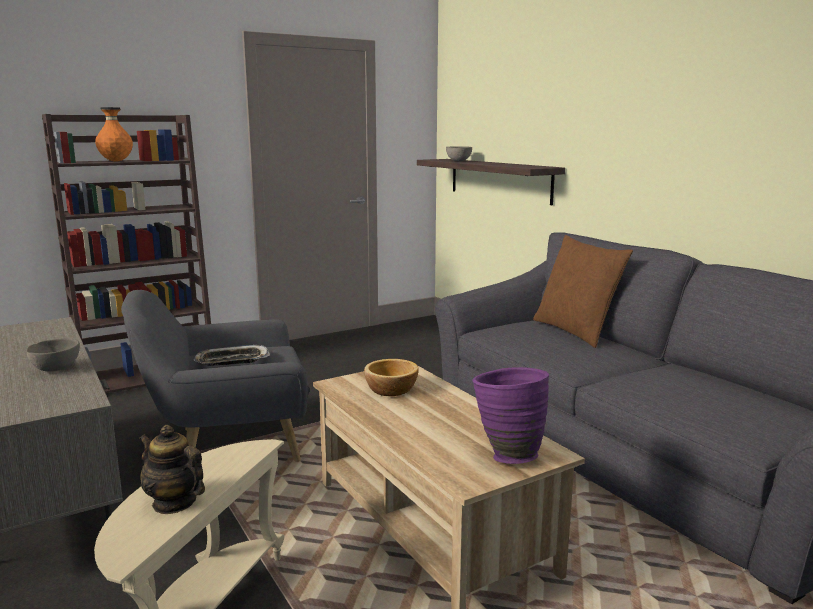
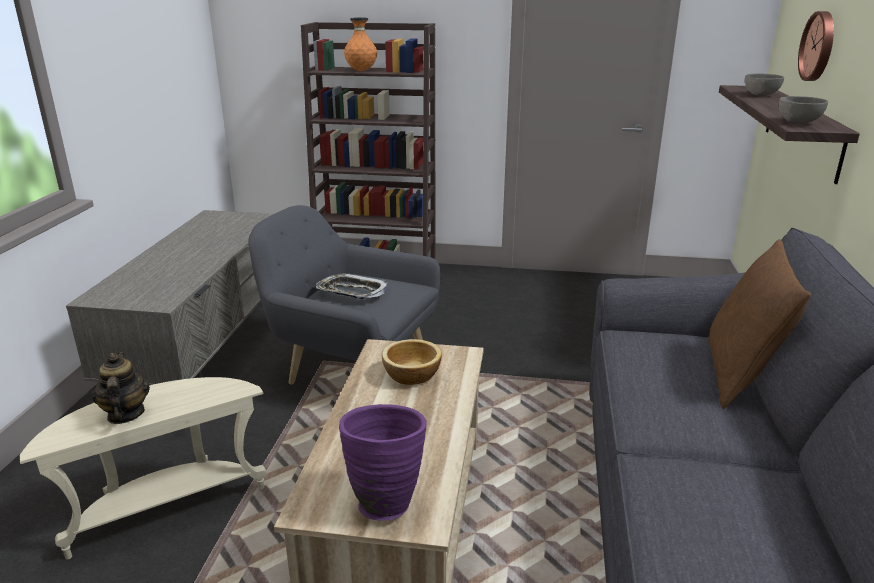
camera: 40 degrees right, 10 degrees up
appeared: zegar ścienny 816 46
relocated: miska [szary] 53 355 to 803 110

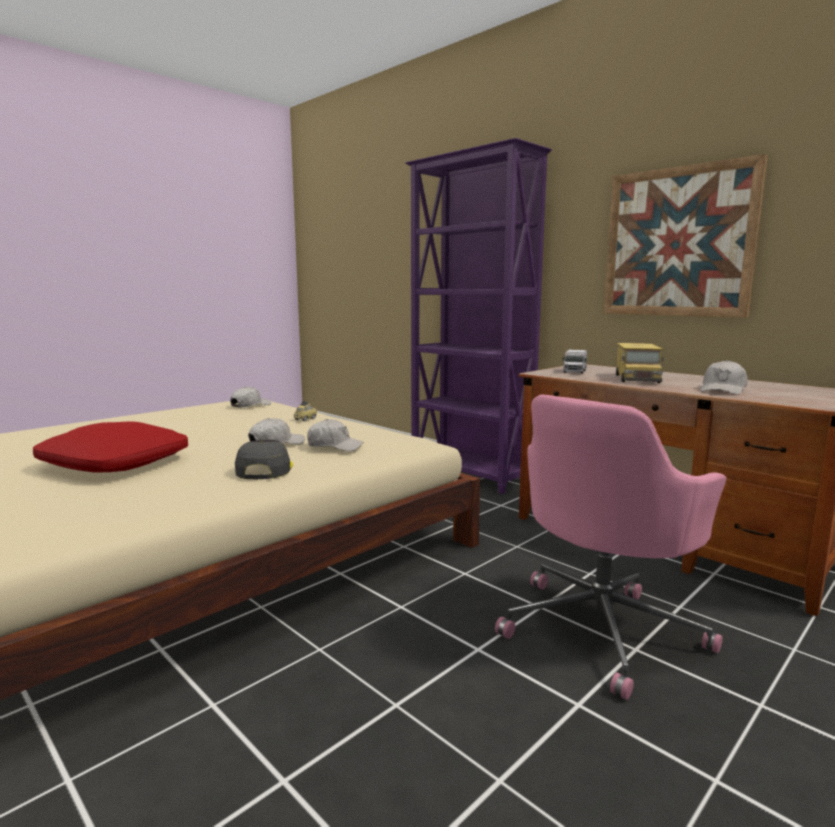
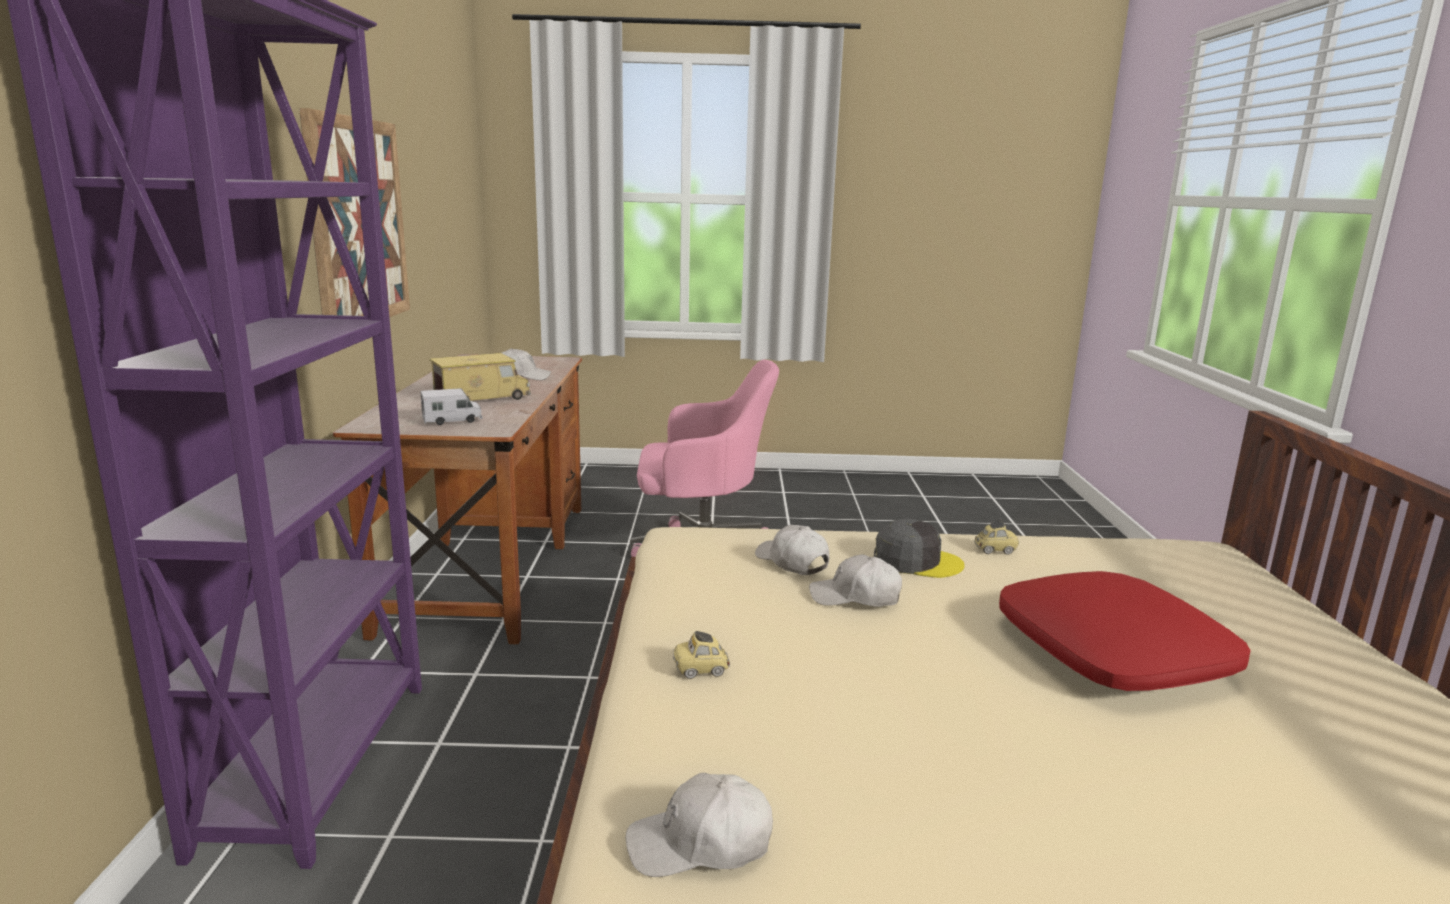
camera: 135 degrees left, 5 degrees up
appeared: samochodzik 996 537
spun: czapka z daszkiem [szary] 264 459 = 919 548 120 degrees counterclockwise

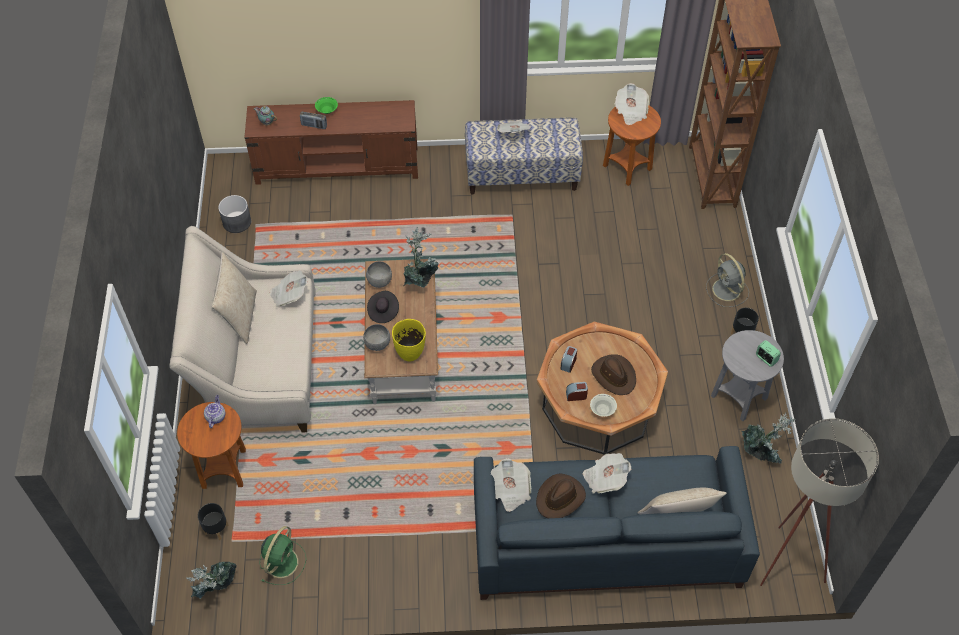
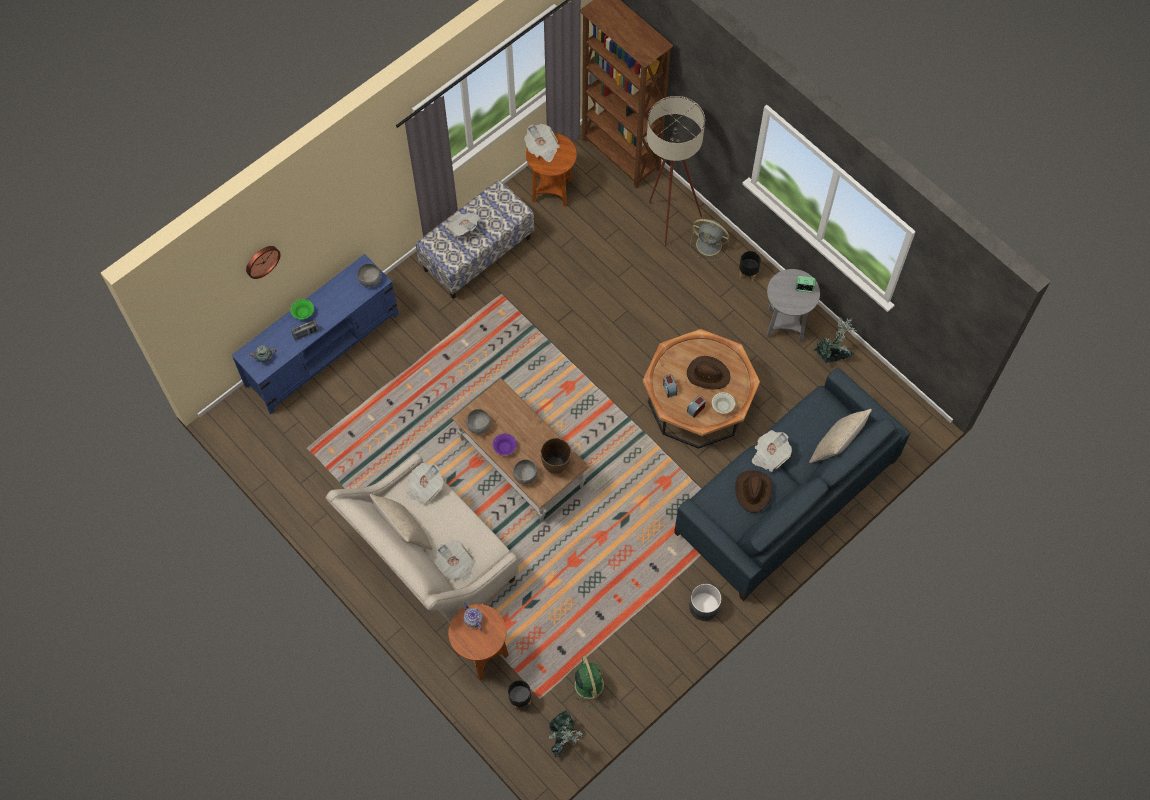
camera: 40 degrees left, 10 degrees up
missing: roślina doniczkowa 421 257
appeared: zegar ścienny 263 262; miska [szary] 369 275
relocated: gazeta 511 485 to 455 561; lampa stojąca [beżowy] 819 502 to 676 171; donica [szary] 234 214 to 705 602
exchanged: kapelusz [czarny] 383 307 to miska [fioletowy] 505 444
colour: szafka pod telewizor [brązowy] 331 142 to szafka pod telewizor [niebieski] 315 334; wazon [żółty] 409 340 to wazon [brązowy] 555 456

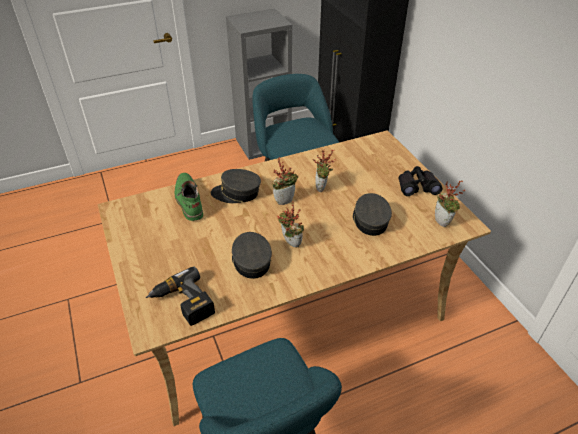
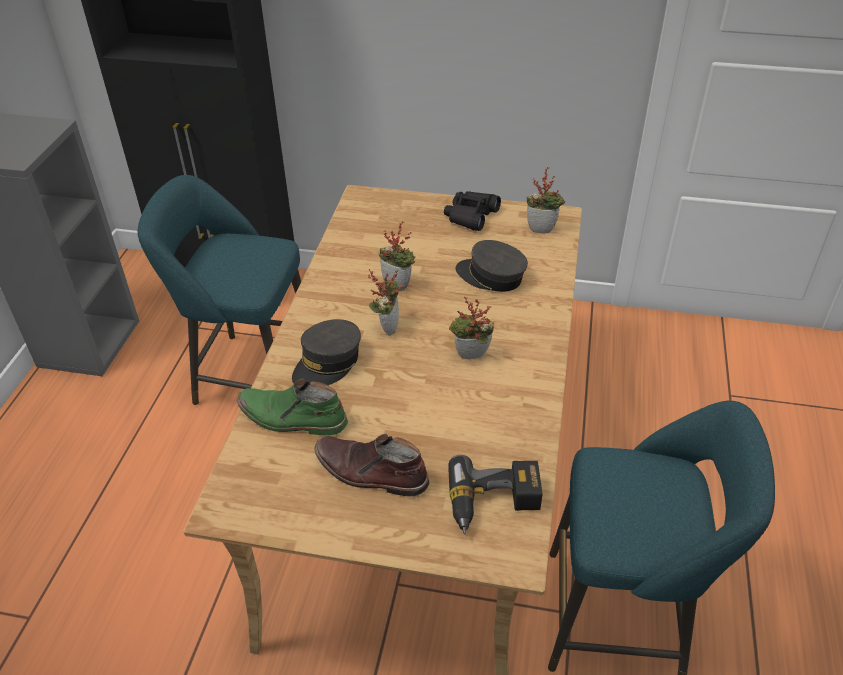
camera: 55 degrees left, 0 degrees up
missing: czapka z daszkiem [szary] 252 255
appeared: but z cholewką [brązowy] 372 465

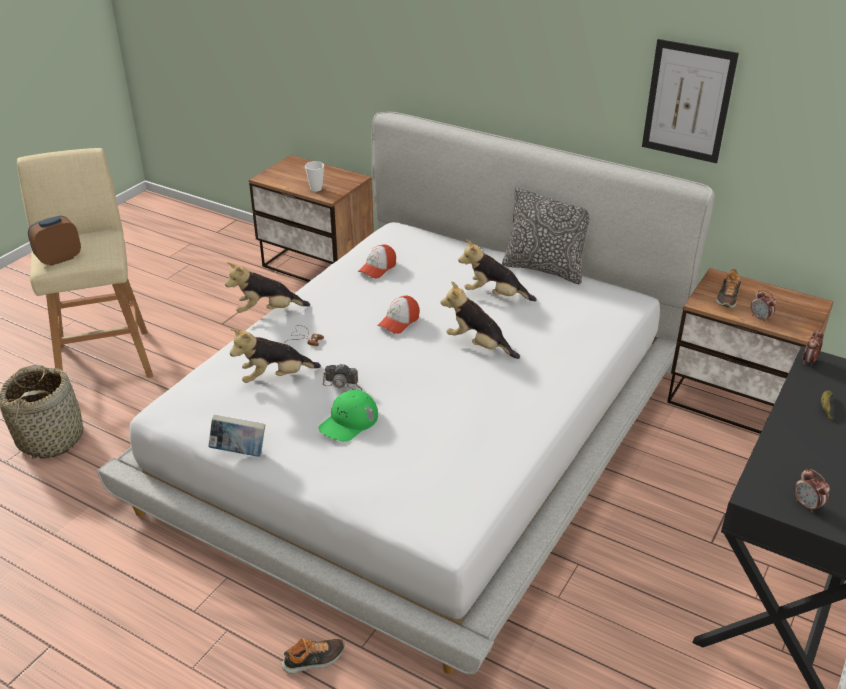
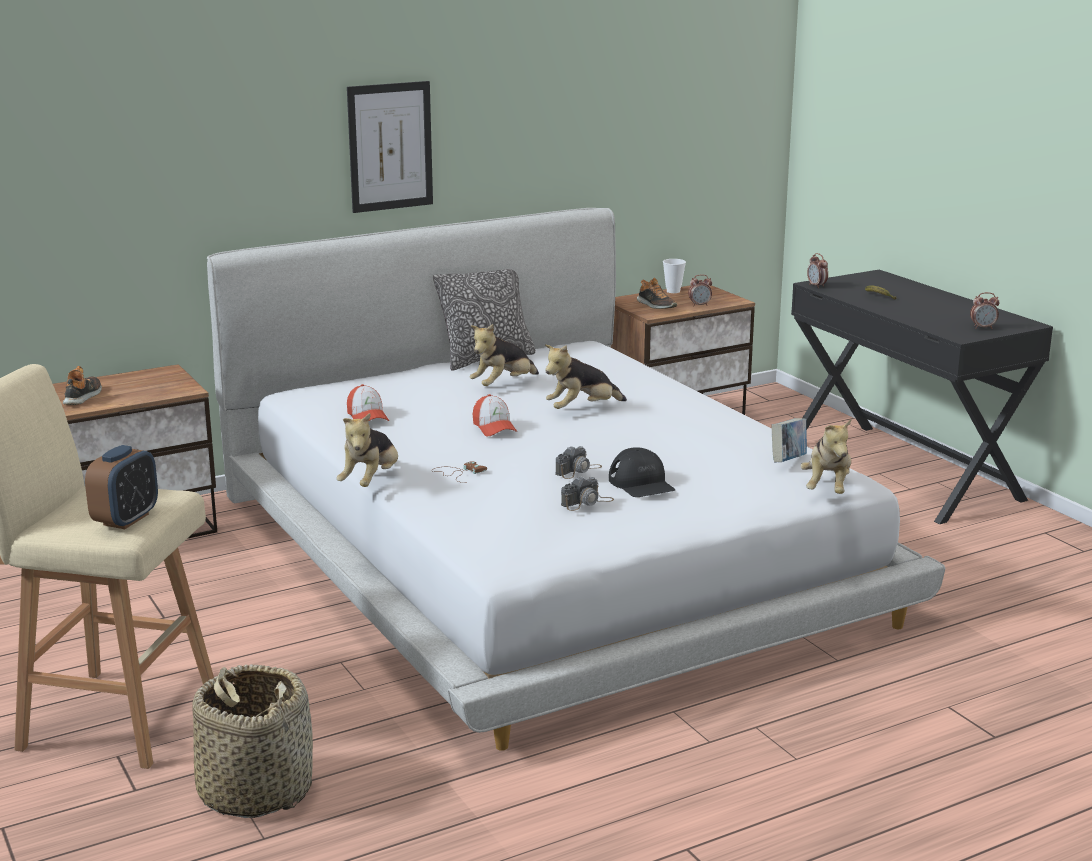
camera: 60 degrees left, 15 degrees down
appeared: aparat fotograficzny 587 493
relocated: but 313 656 to 82 385; obraz 690 101 to 390 147; filiżanka 314 176 to 674 276; książka 237 436 to 789 440; pluszak 275 356 to 826 456
colour: czapka z daszkiem [zielony] 348 416 to czapka z daszkiem [czarny] 642 472
spun: budzik 54 241 = 121 487 150 degrees counterclockwise

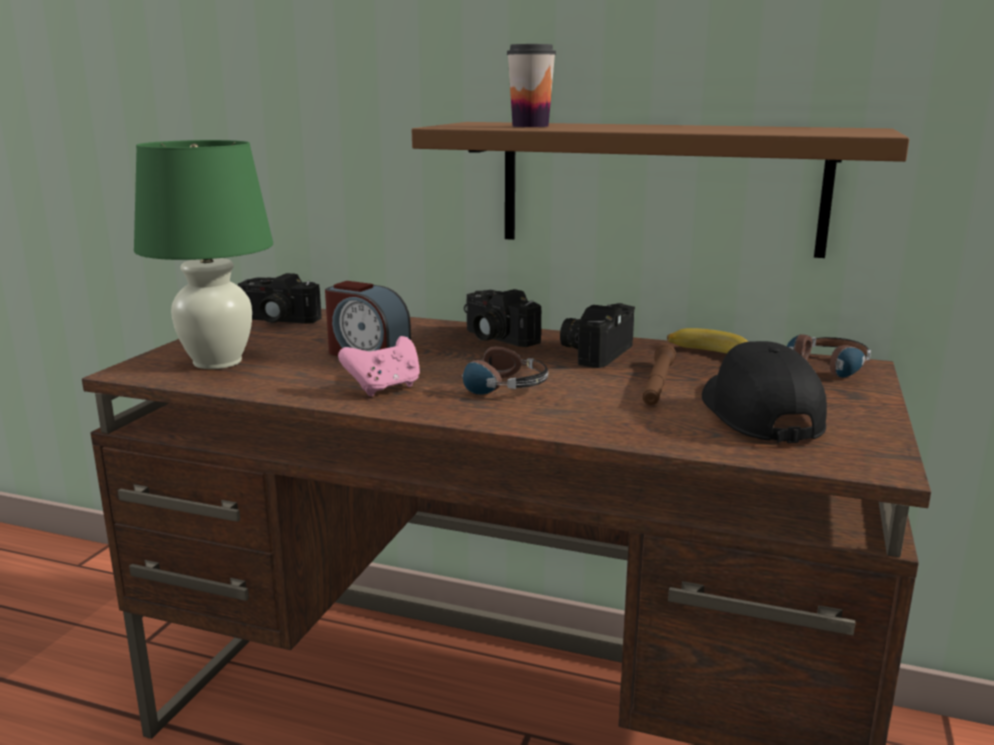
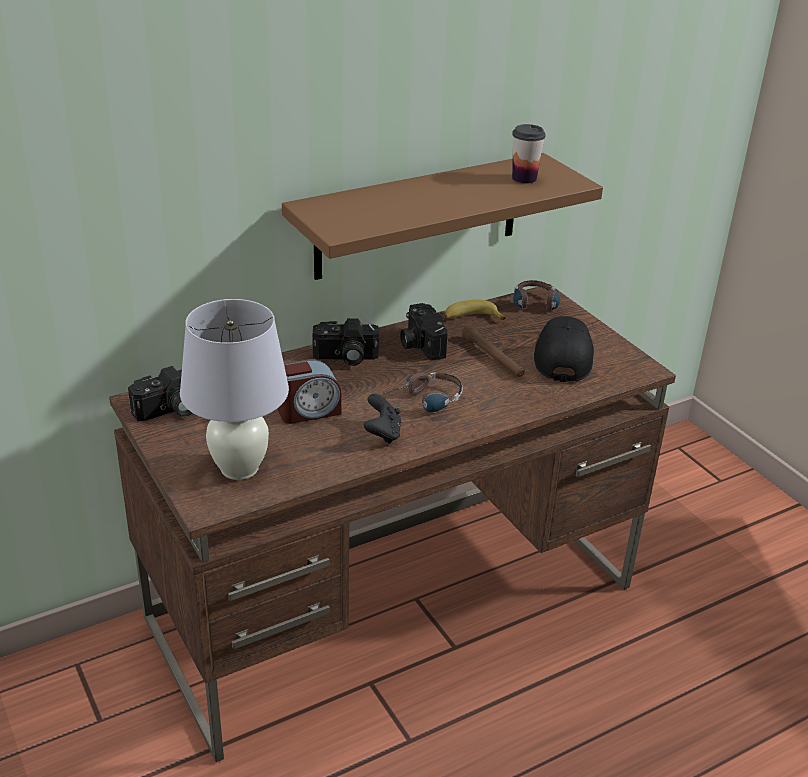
camera: 50 degrees left, 15 degrees up
relocated: filiżanka 531 85 to 529 154
colour: lampa stołowa [zielony] 203 254 to lampa stołowa [biały] 234 389; pad do gier [różowy] 379 366 to pad do gier [czarny] 382 419
spun: czapka z daszkiem [czarny] 764 392 = 564 349 60 degrees clockwise

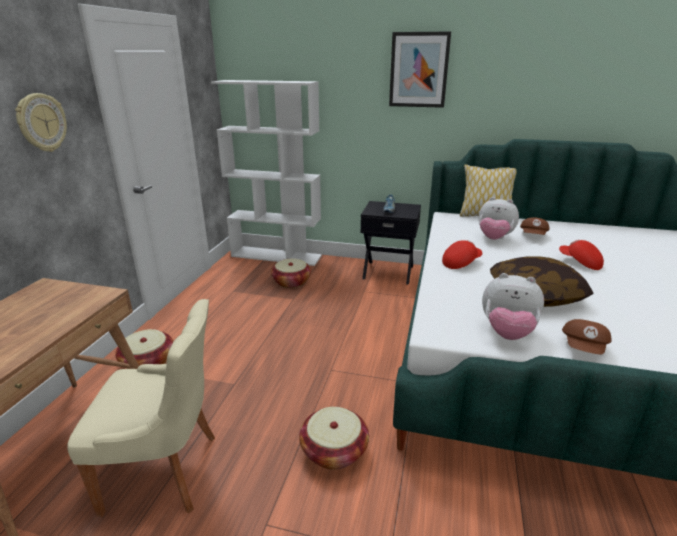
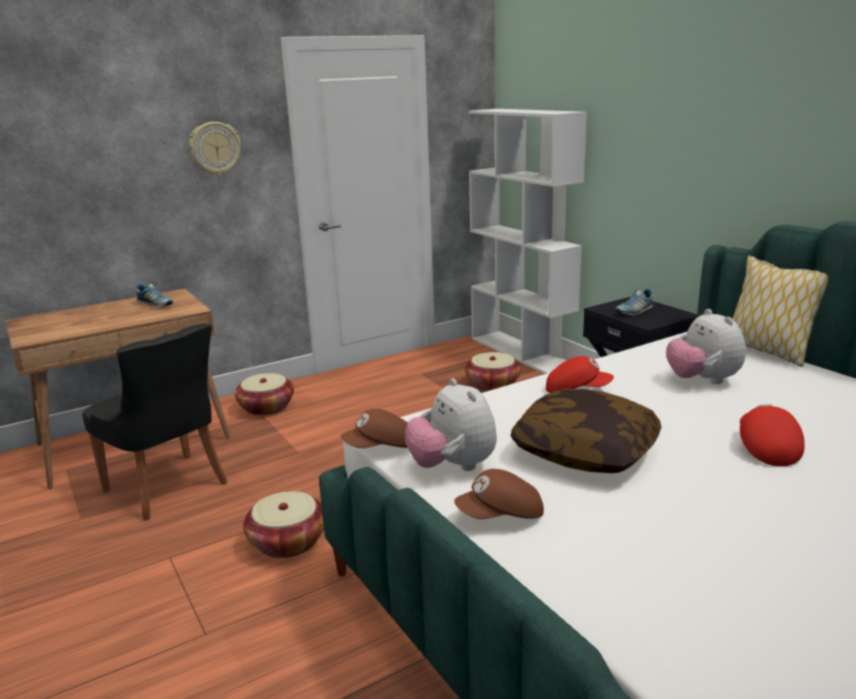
camera: 45 degrees right, 5 degrees down
missing: obraz 420 70
appeared: but 154 295
relocated: czapka z daszkiem [brązowy] 535 226 to 374 428
colour: krzesło [beżowy] 141 408 to krzesło [czarny] 155 422

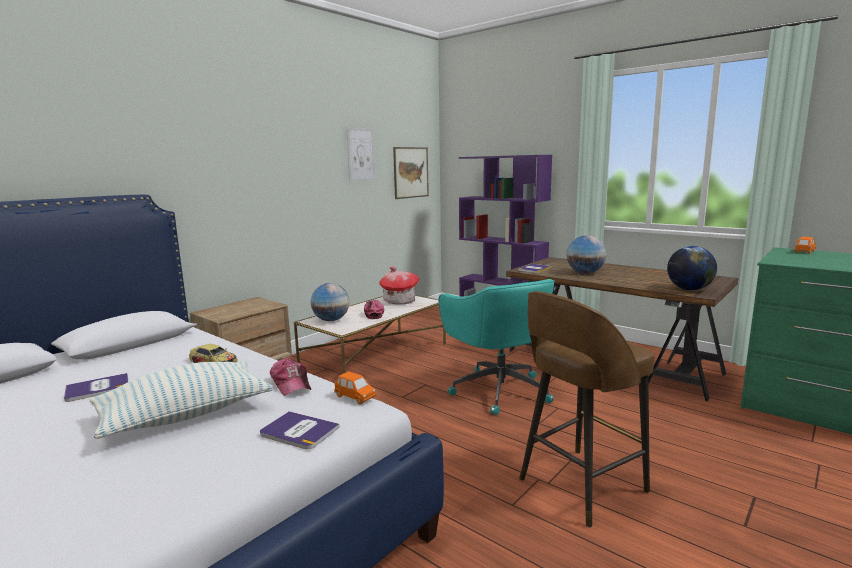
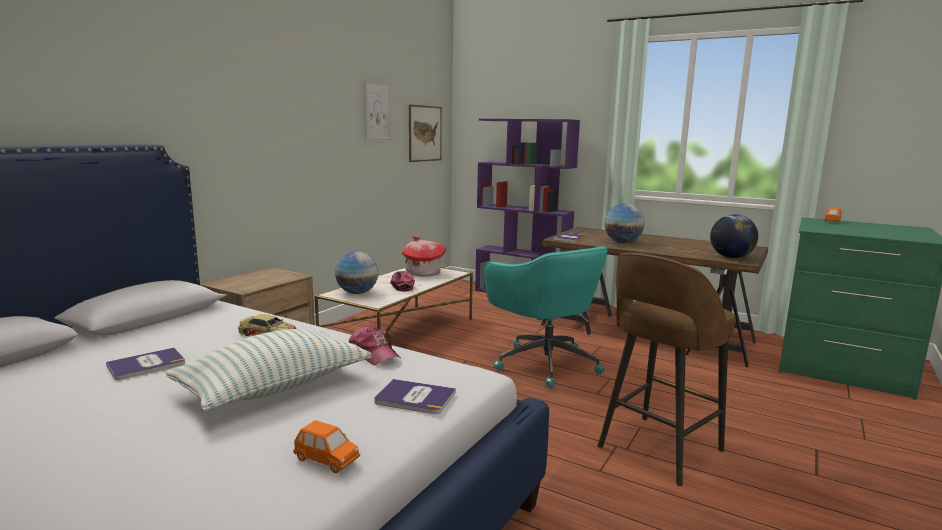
camera: 10 degrees left, 0 degrees up
relocated: samochodzik [pomarańczowy] 355 388 to 326 446

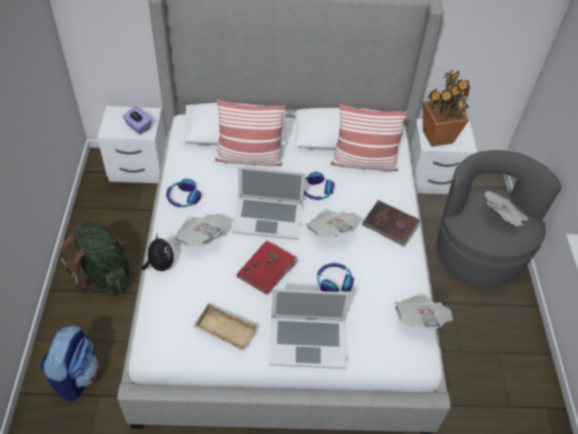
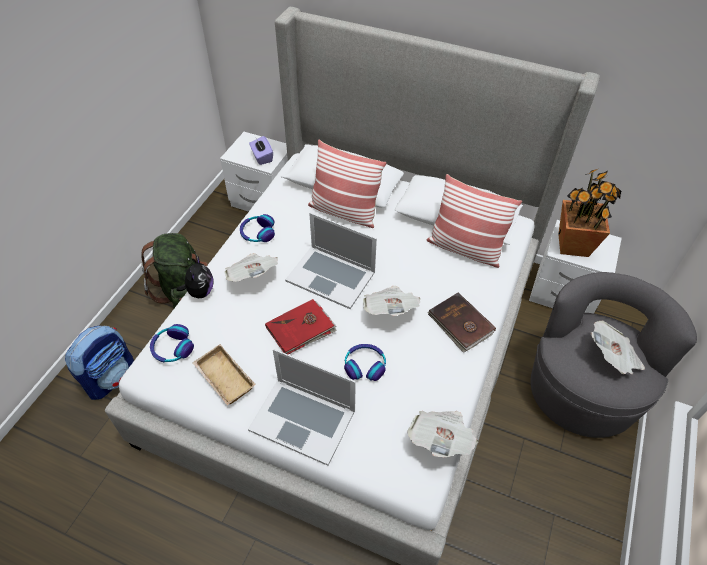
camera: 25 degrees right, 0 degrees up
relocated: słuchawki 319 186 to 172 343

